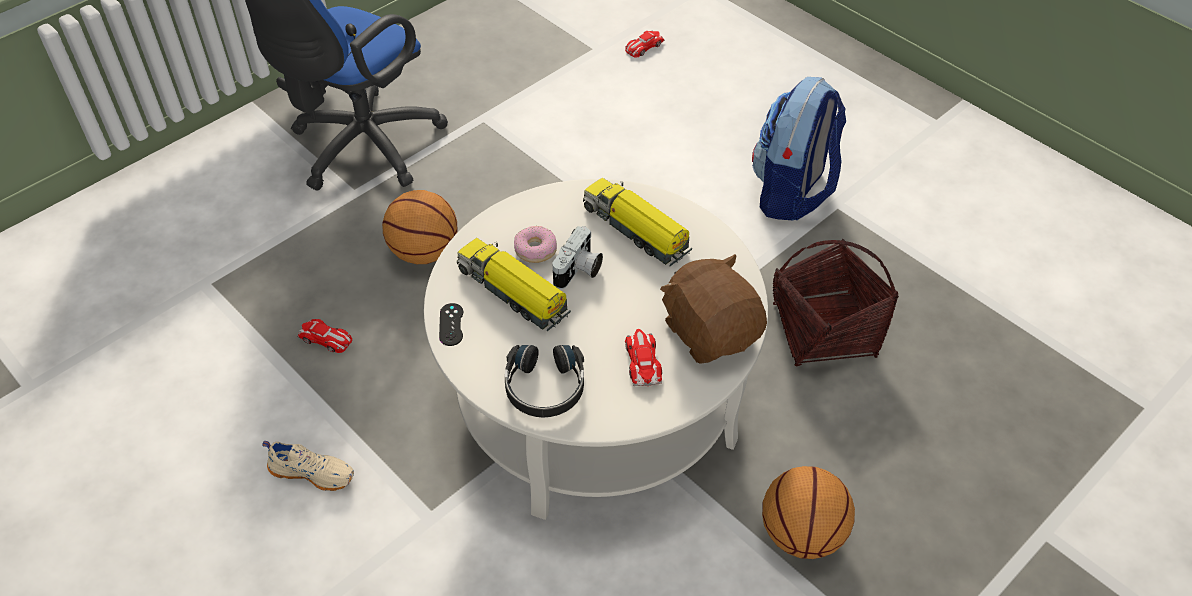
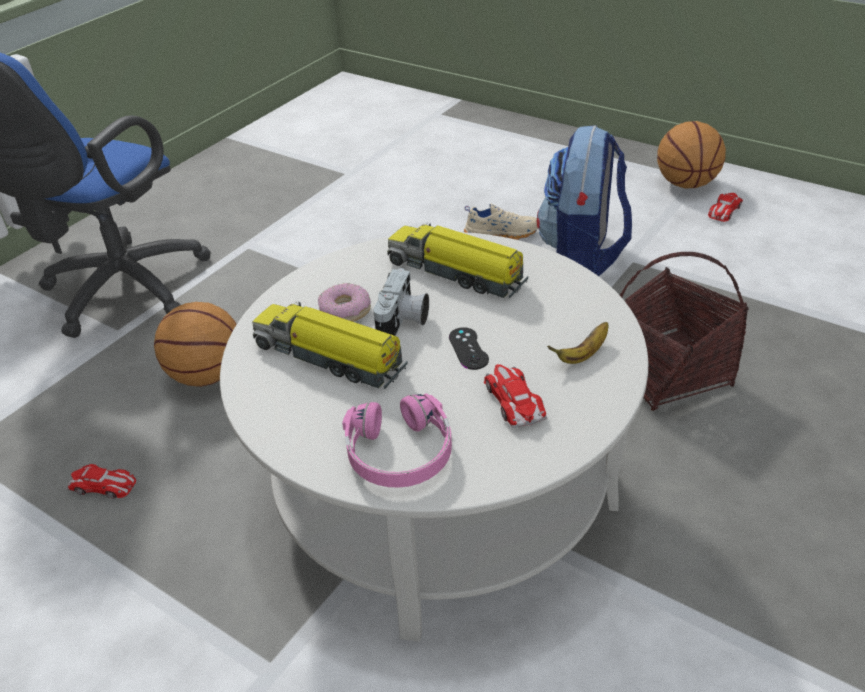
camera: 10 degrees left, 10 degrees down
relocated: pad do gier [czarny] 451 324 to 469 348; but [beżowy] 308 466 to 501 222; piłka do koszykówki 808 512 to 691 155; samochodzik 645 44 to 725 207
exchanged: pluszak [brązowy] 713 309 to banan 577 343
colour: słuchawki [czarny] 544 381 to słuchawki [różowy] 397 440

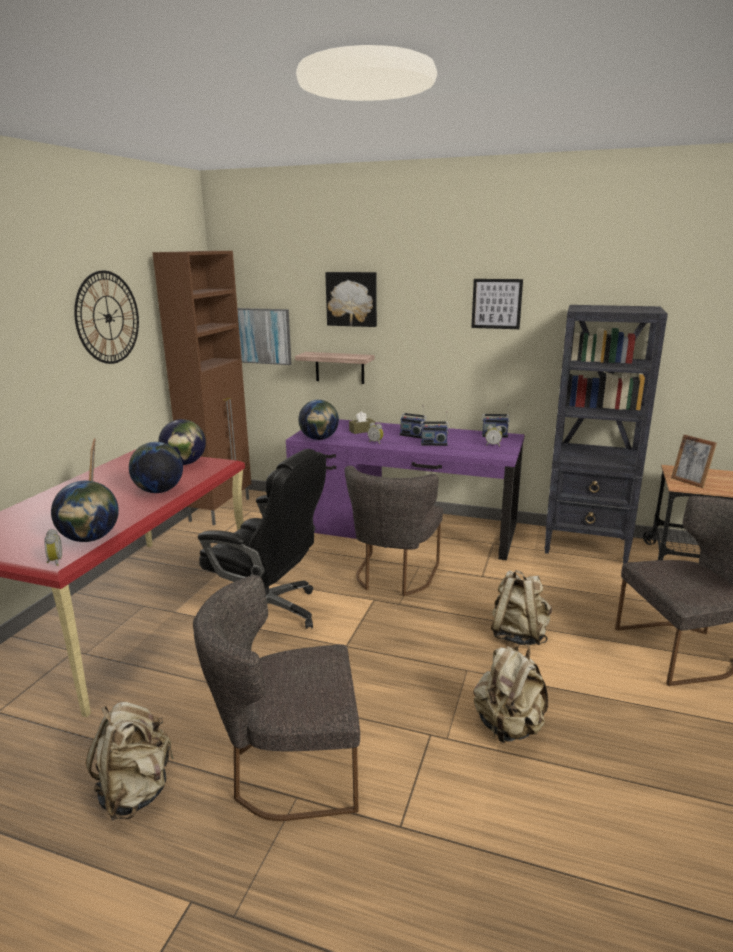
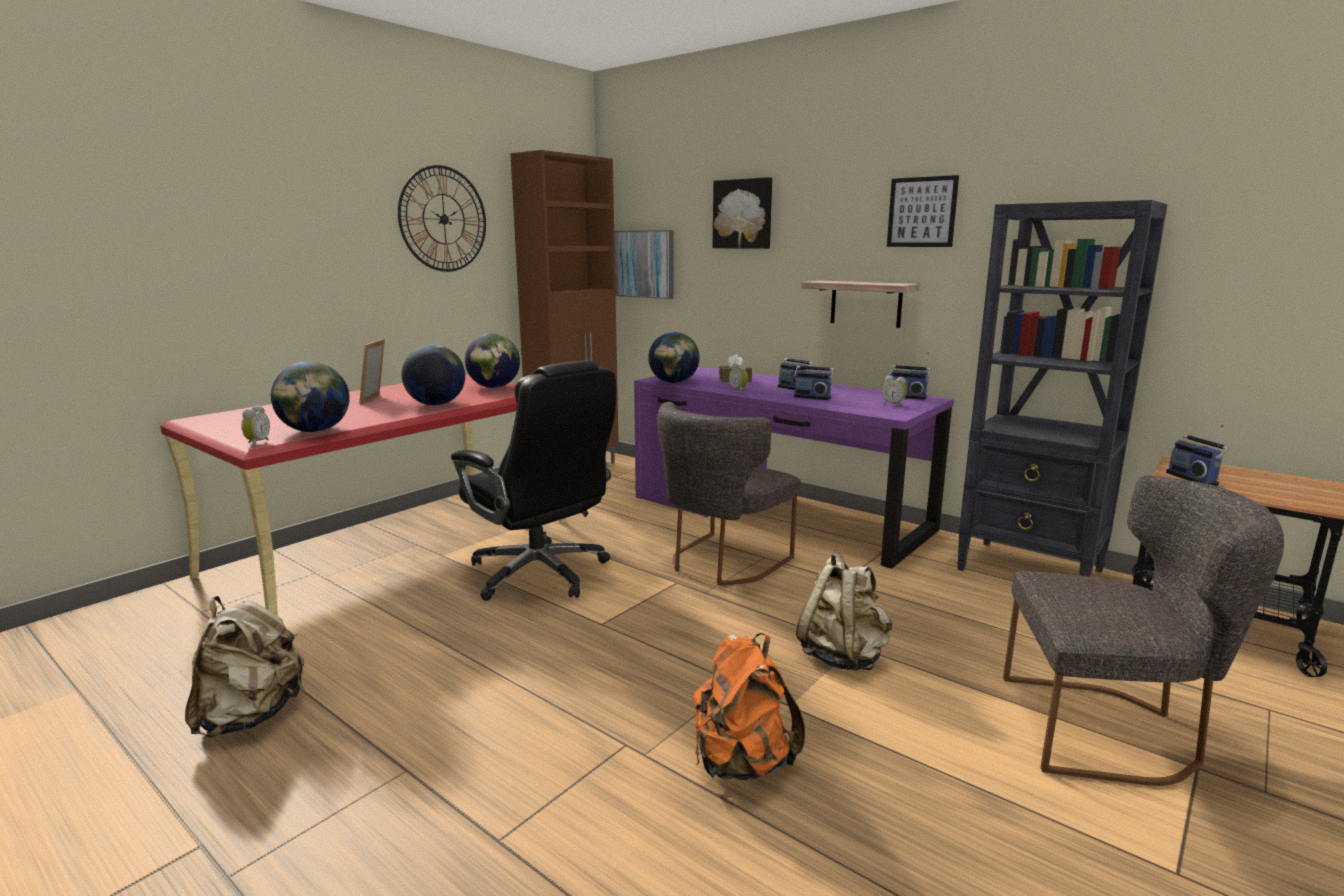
camera: 20 degrees right, 5 degrees down
missing: krzesło [szary] 276 698
relocated: półka 334 368 to 860 304
exchanged: ramka na zdjęcie 694 461 to radio 1197 455
colour: plecak [beżowy] 511 693 to plecak [pomarańczowy] 749 706

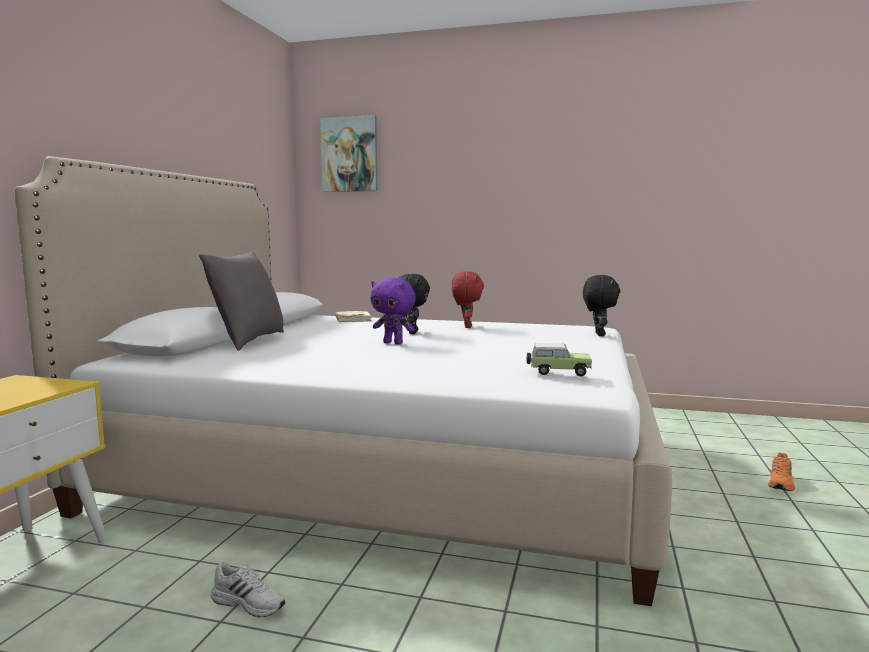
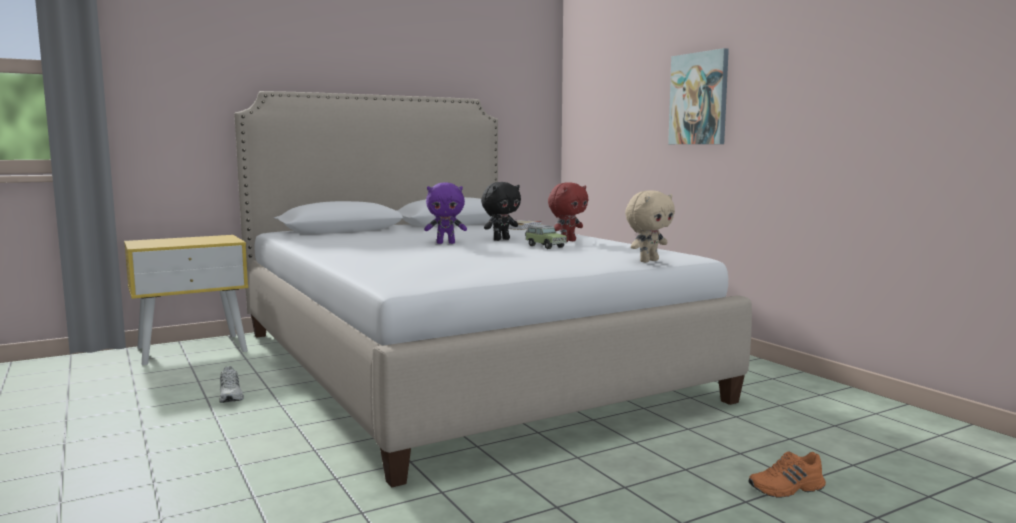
camera: 45 degrees right, 0 degrees up
missing: poduszka [szary] 241 301
relocated: samochodzik 559 360 to 546 237; obraz 349 153 to 698 96
colour: pluszak [czarny] 601 305 to pluszak [beżowy] 650 226
spun: pluszak [fioletowy] 393 310 = 445 213 75 degrees counterclockwise

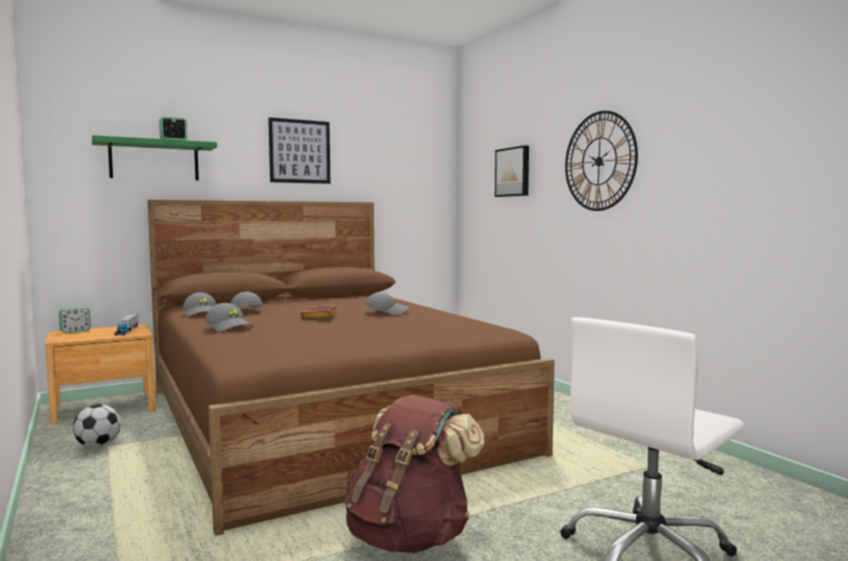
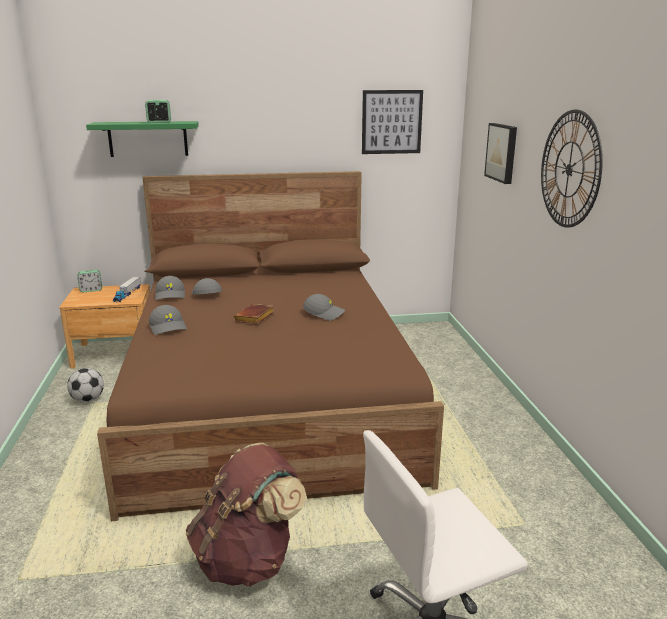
camera: 20 degrees right, 15 degrees up
relocated: obraz 299 150 to 392 122

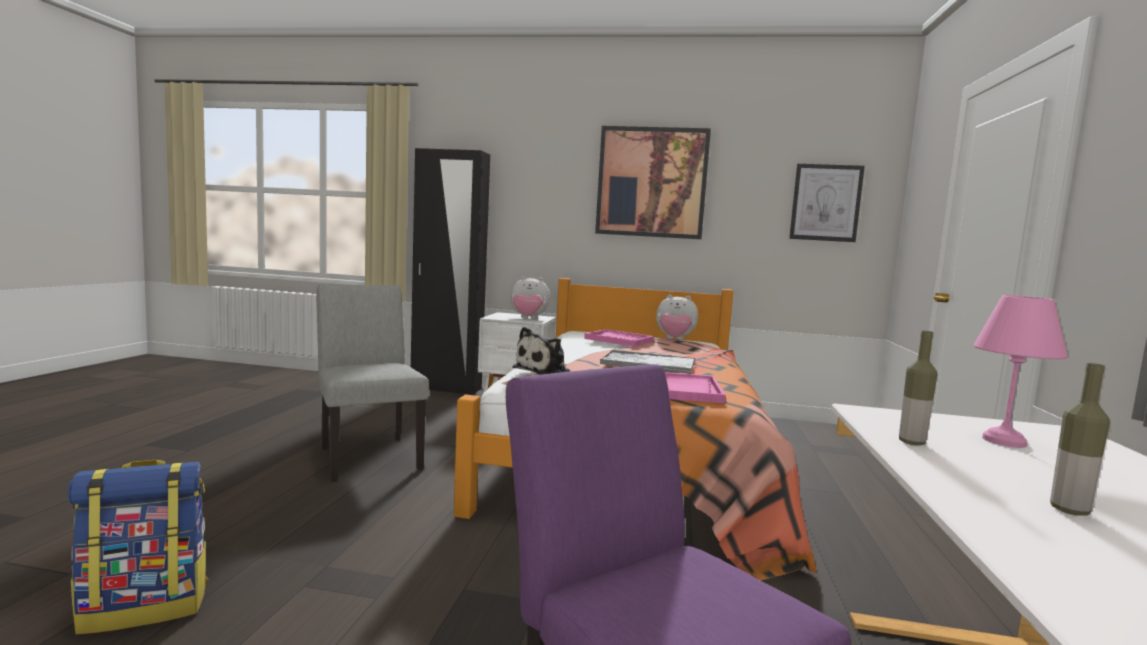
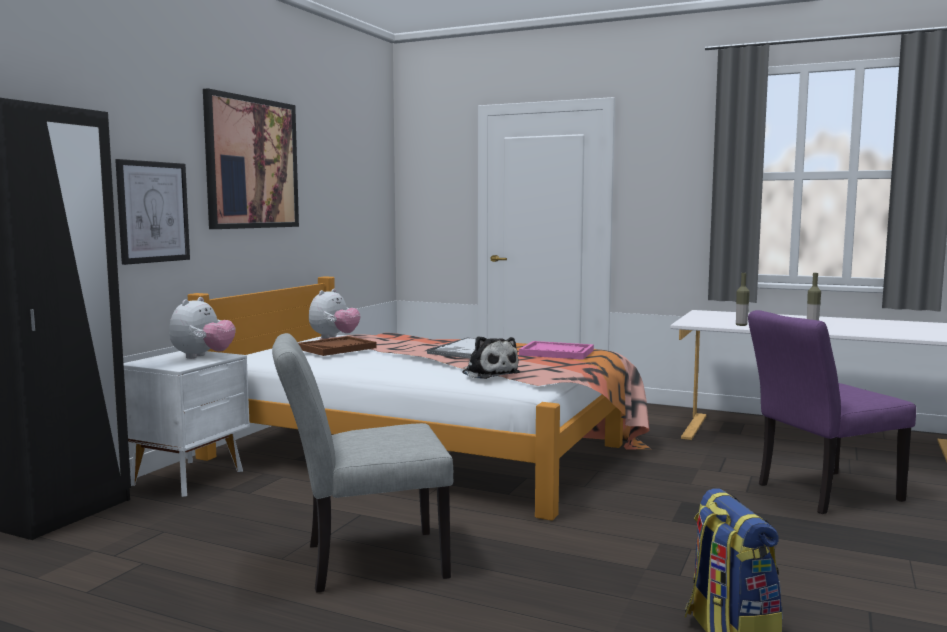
camera: 75 degrees left, 0 degrees up
missing: lampa stołowa [różowy] 1021 371
relocated: obraz 827 203 to 152 212
colour: taca [różowy] 619 338 to taca [brązowy] 337 346

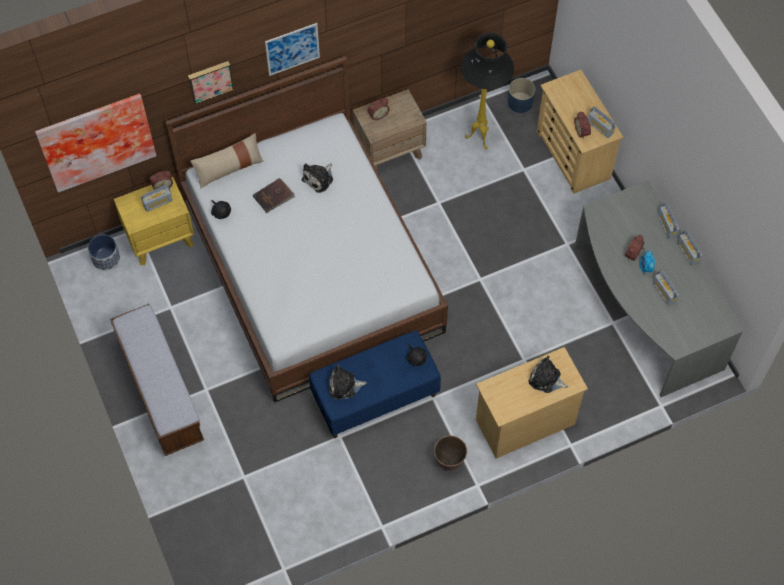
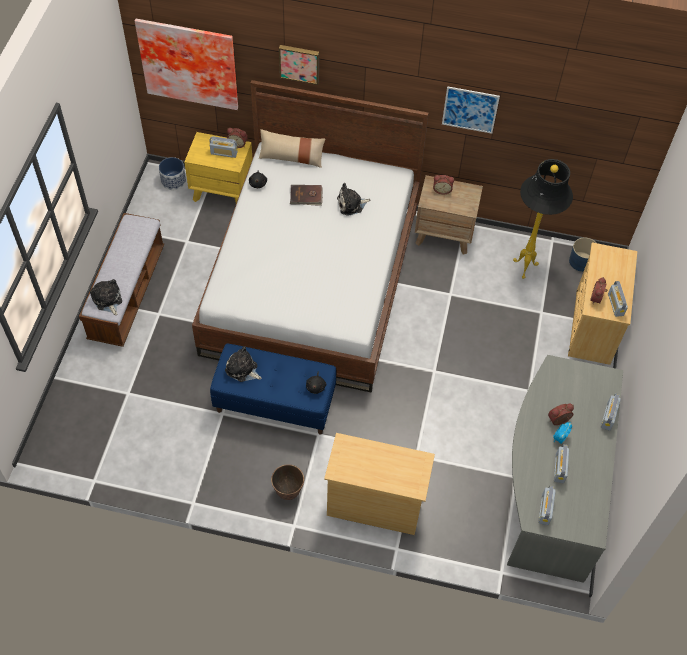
camera: 35 degrees right, 5 degrees down
relocated: pluszak 548 374 to 106 297; obraz 292 49 to 471 110; radio 689 248 to 547 505

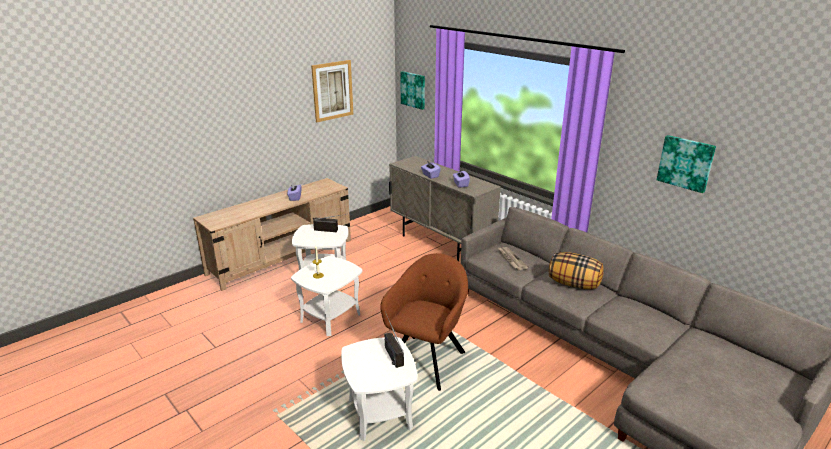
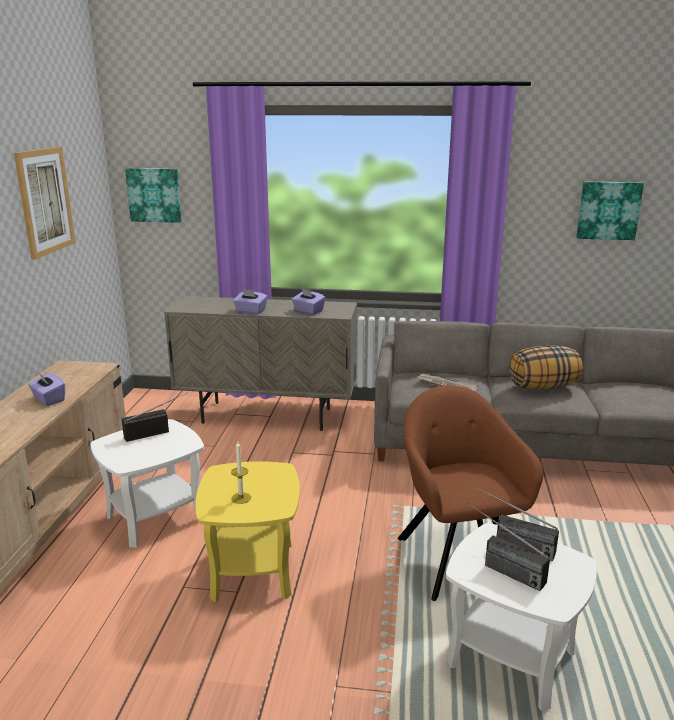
camera: 40 degrees left, 5 degrees down
appeared: radio 508 546
colour: stolik [biały] 327 296 to stolik [żółty] 247 532

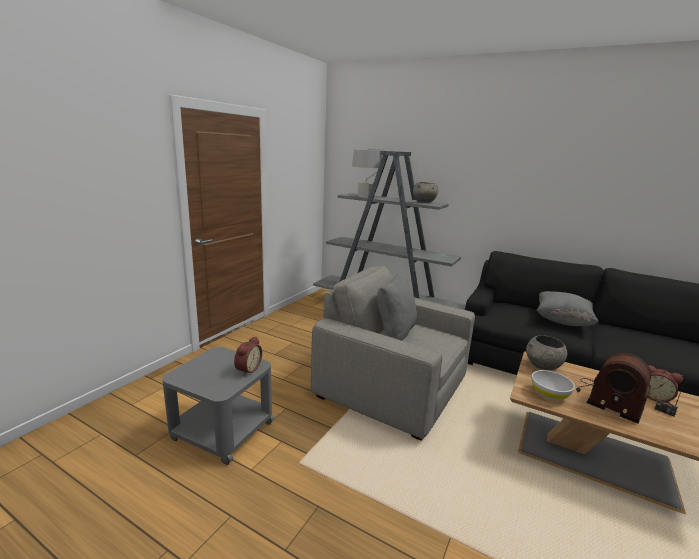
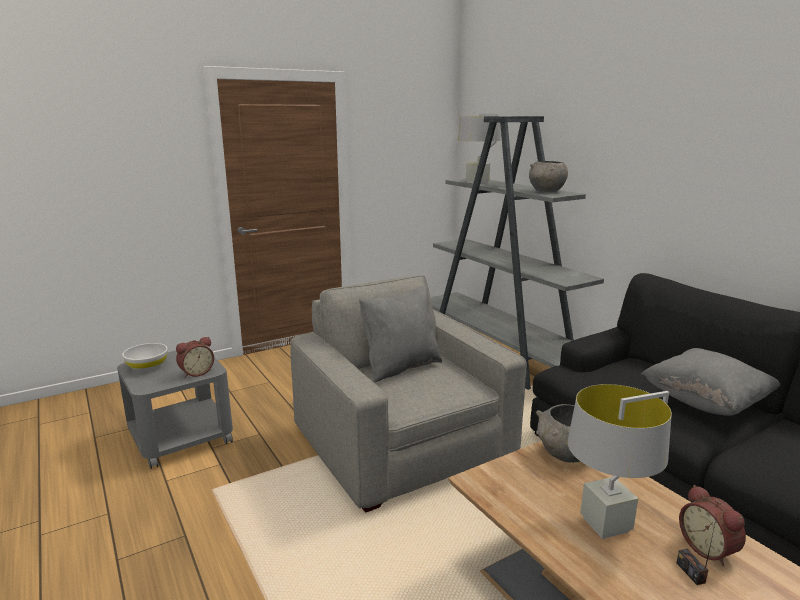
camera: 30 degrees right, 0 degrees up
relocated: miska [biały] 553 385 to 145 357
exchanged: radio 613 388 to lampa stołowa [szary] 619 461

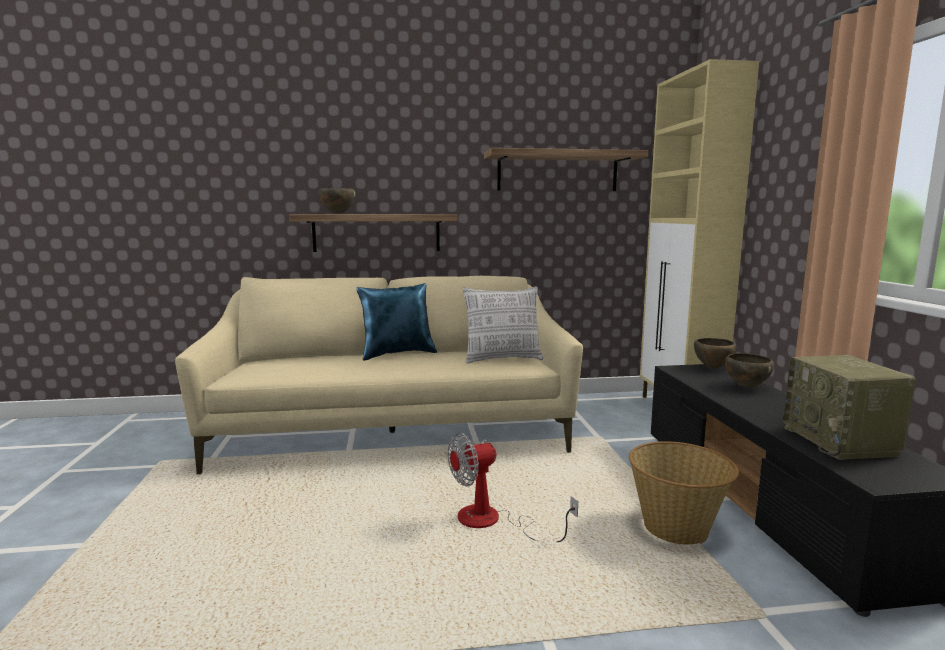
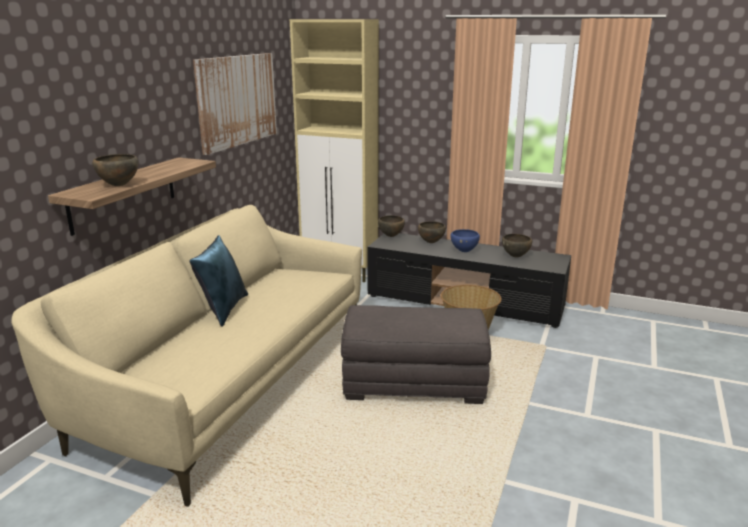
camera: 60 degrees left, 10 degrees up
missing: poduszka 503 324
appeared: miska [niebieski] 465 240
exchanged: półka 566 169 to obraz 235 104; wentylator 513 487 to pufa [szary] 416 354; radio 849 407 to miska [brązowy] 517 245

